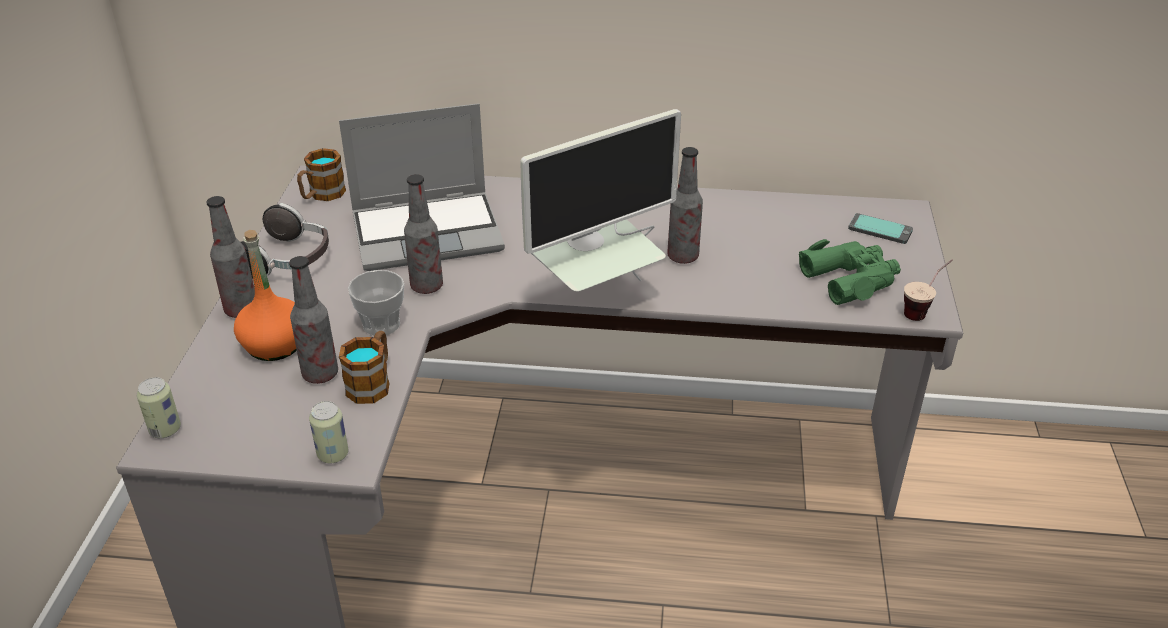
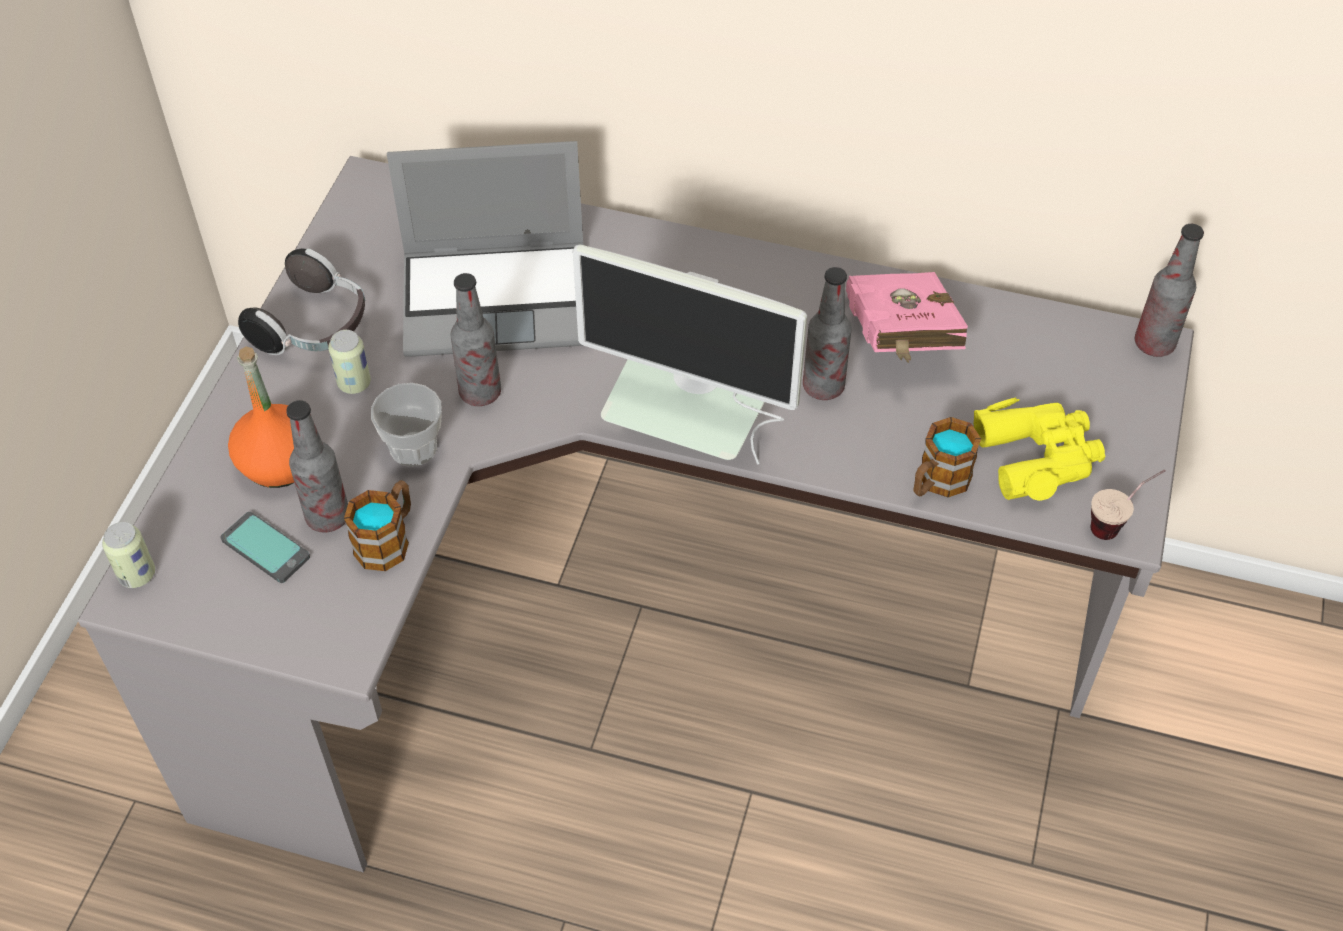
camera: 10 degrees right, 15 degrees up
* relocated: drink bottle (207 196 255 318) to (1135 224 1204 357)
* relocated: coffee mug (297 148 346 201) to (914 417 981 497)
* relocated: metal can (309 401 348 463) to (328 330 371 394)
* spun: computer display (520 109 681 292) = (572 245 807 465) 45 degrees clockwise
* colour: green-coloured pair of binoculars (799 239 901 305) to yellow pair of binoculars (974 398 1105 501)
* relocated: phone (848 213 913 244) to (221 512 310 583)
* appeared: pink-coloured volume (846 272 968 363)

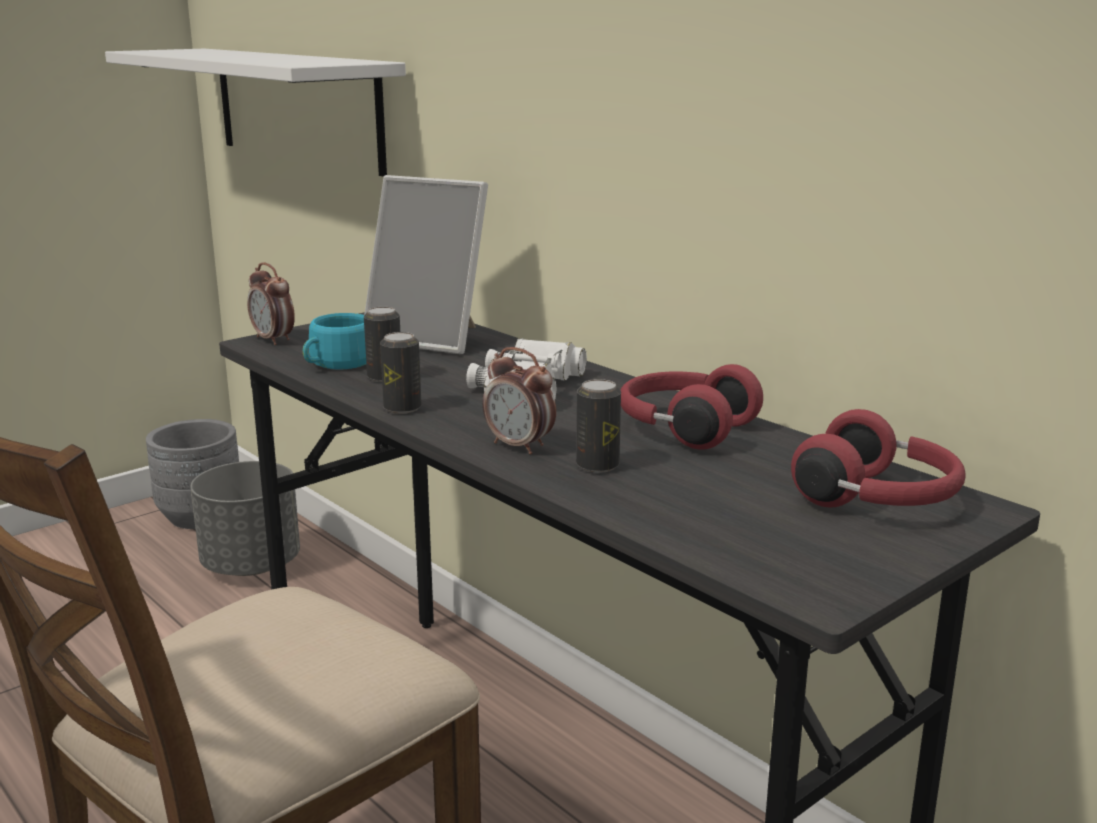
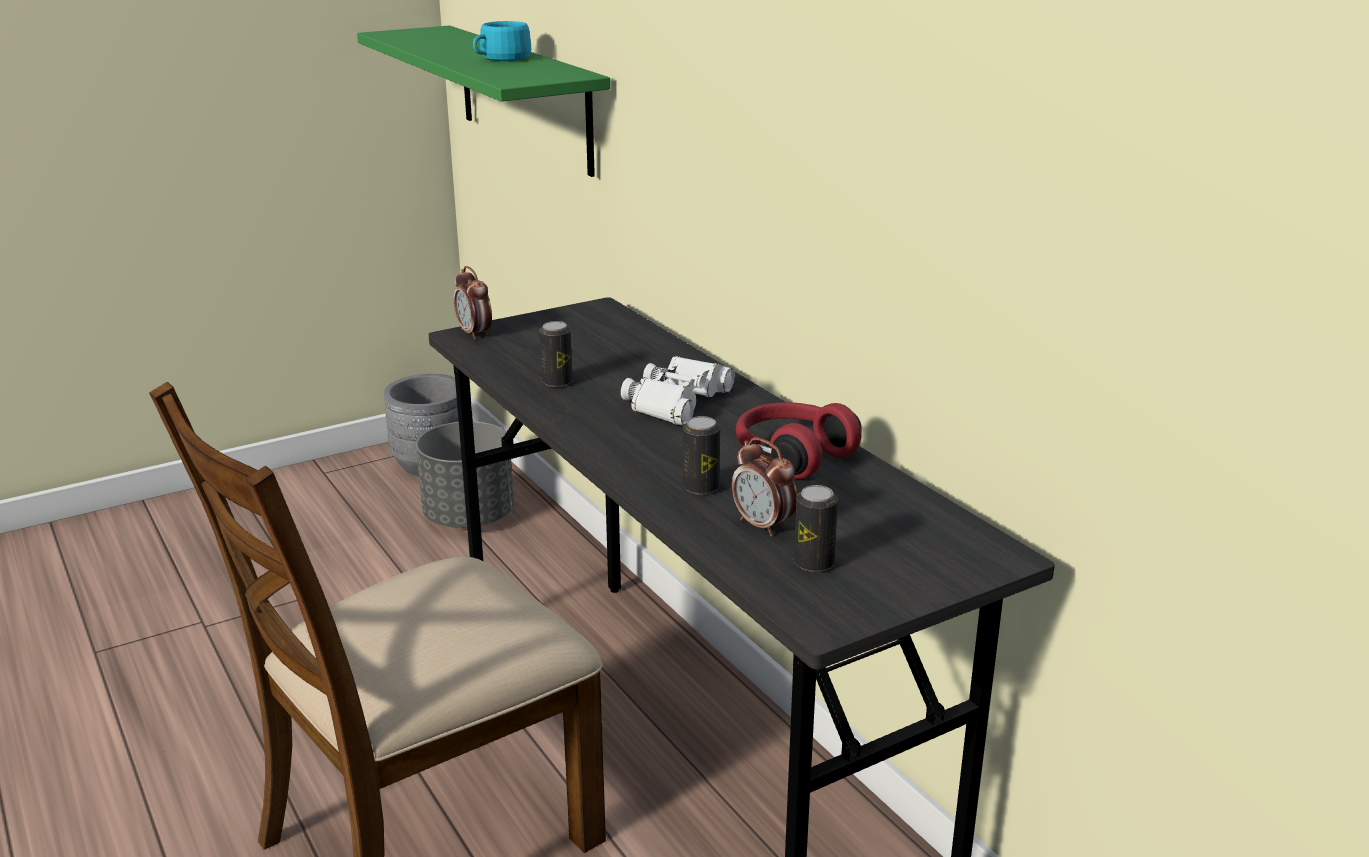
camera: 10 degrees right, 5 degrees up
* colour: whitish bracket shelf (105 49 406 177) to green-coloured bracket shelf (357 25 610 177)
* relocated: blue-green small cup (303 313 366 369) to (473 21 531 61)
* missing: picture frame (364 175 488 354)
* relocated: metal can (380 332 421 414) to (794 485 838 572)
* relocated: alarm clock (483 347 556 455) to (731 437 797 537)
* missing: red pair of headphones (791 409 966 508)

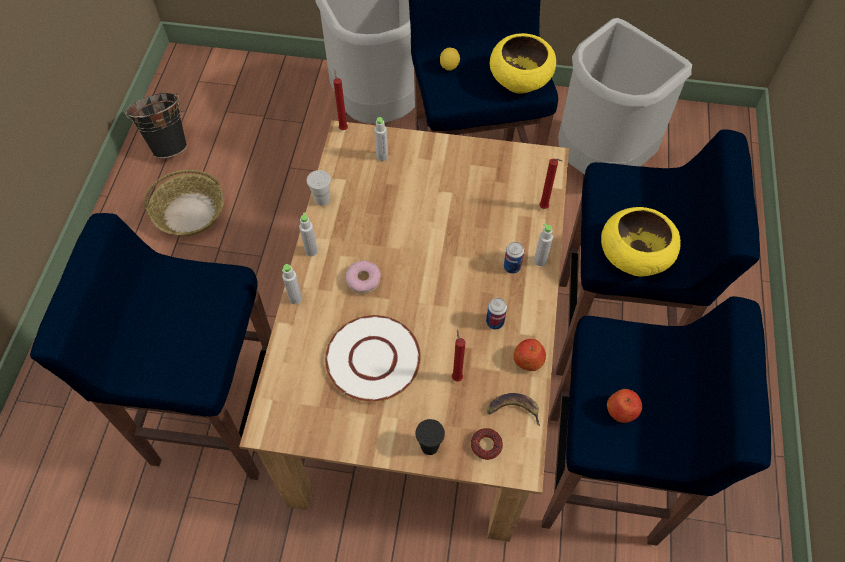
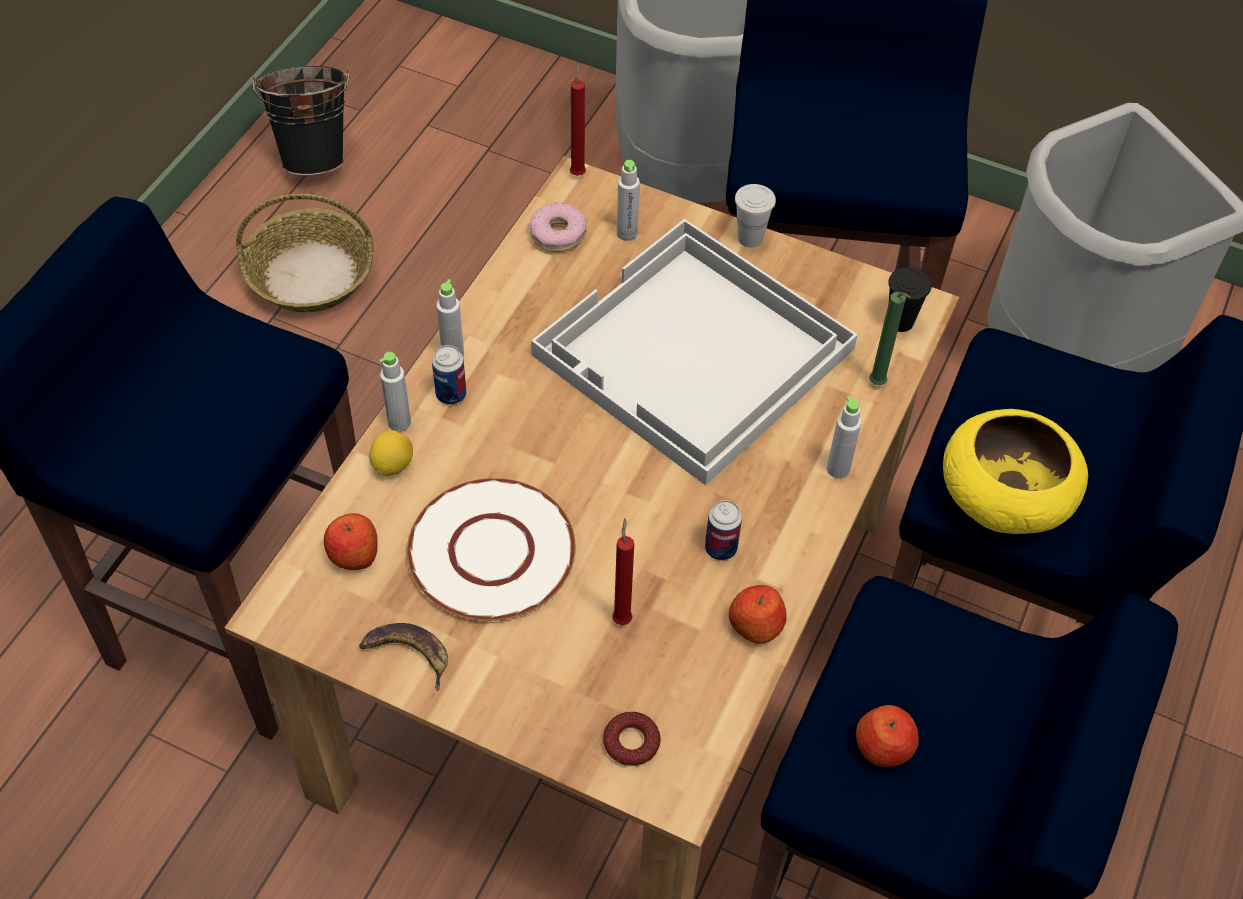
camera: 15 degrees right, 5 degrees down
* relocated: whitish small cup (307 170 331 206) to (735 184 776 248)
* relocated: donut (346 260 381 294) to (530 203 587 252)
* relocated: black small cup (415 419 445 455) to (888 267 932 332)
* relocated: lemon (440 48 460 71) to (369 430 413 476)
* relocated: banana (487 393 540 426) to (359 623 448 691)
* missing: yellow bowl (490 33 556 94)
* relocated: metal can (504 242 524 274) to (432 345 466 405)
* colour: red candle (539 159 562 209) to green-coloured candle (869 292 911 385)
* appeared: whole apple (324 513 378 570)
* appeared: whitish carrying tray (531 219 858 486)

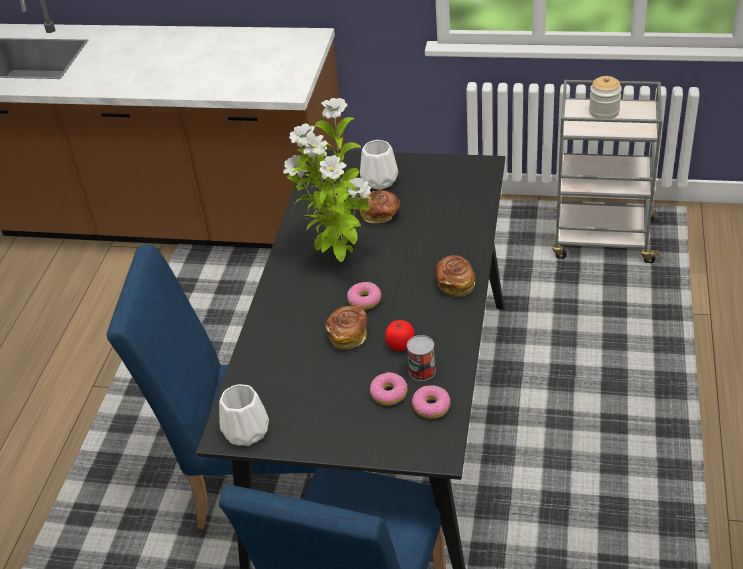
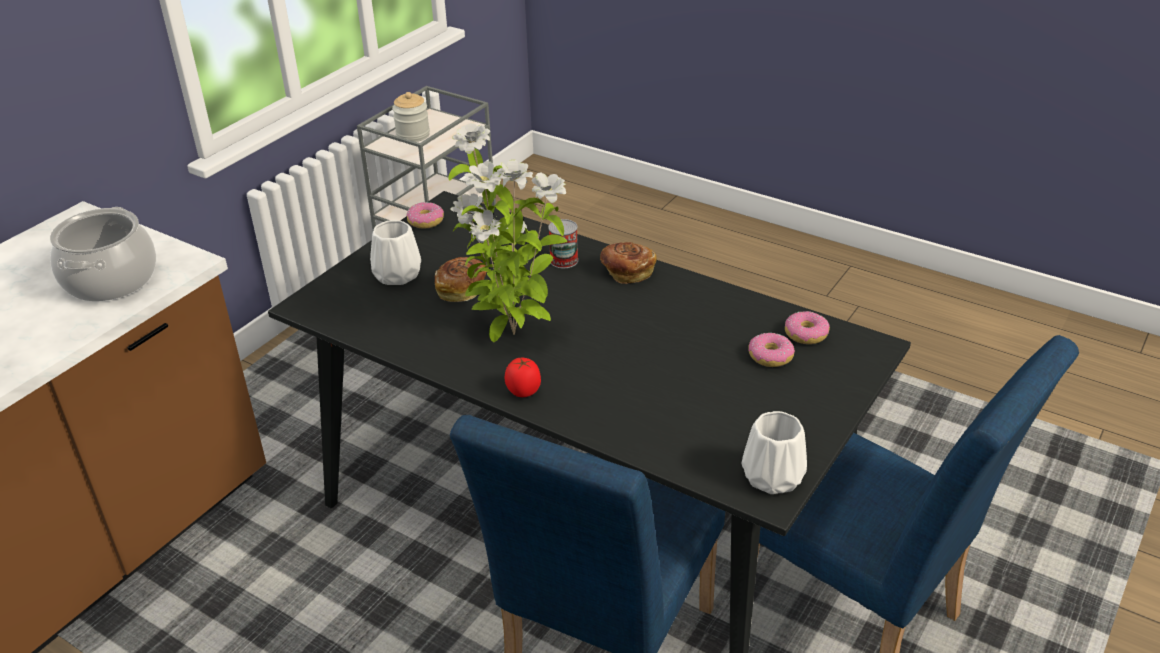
camera: 70 degrees left, 5 degrees down
* missing: bakery bread (326 306 367 350)
* relocated: donut (347 282 381 310) to (406 202 444 229)
* relocated: fresh tomato (385 320 414 351) to (504 358 541 397)
* relocated: metal can (407 335 436 381) to (548 219 578 268)
* appeared: saucepot (50 207 156 302)

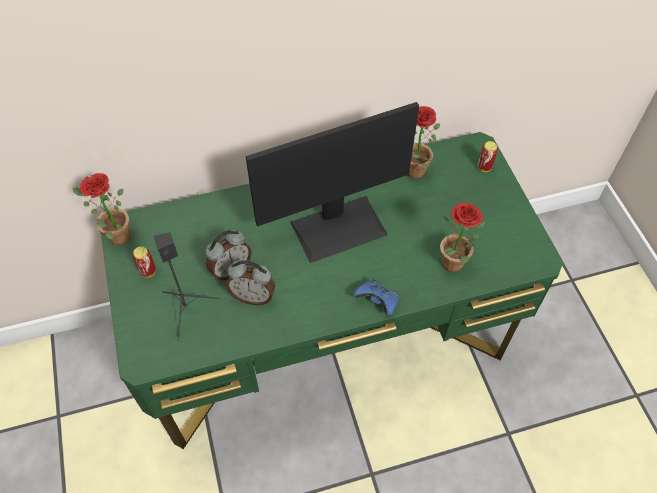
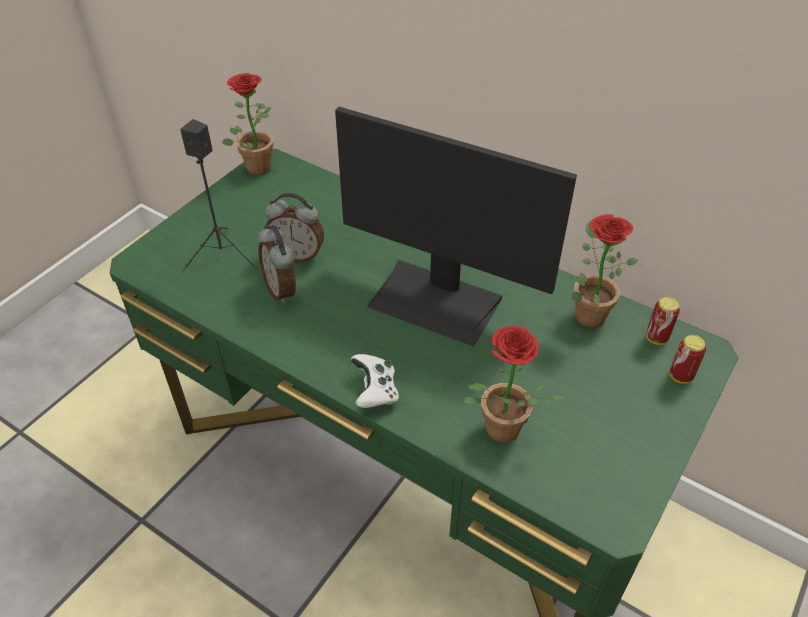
camera: 50 degrees right, 10 degrees down
* relocated: metal can (133 246 156 278) to (646 297 680 345)
* colour: blue-coloured joypad (354 279 398 316) to whitish joypad (351 354 399 408)

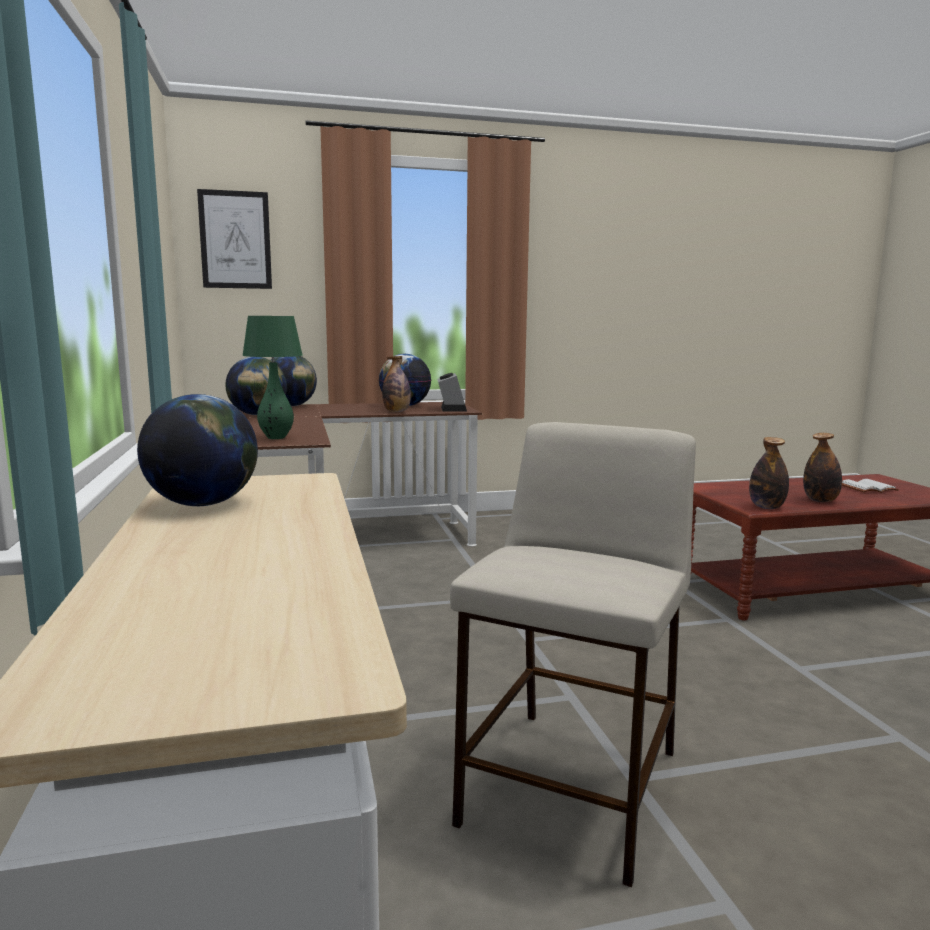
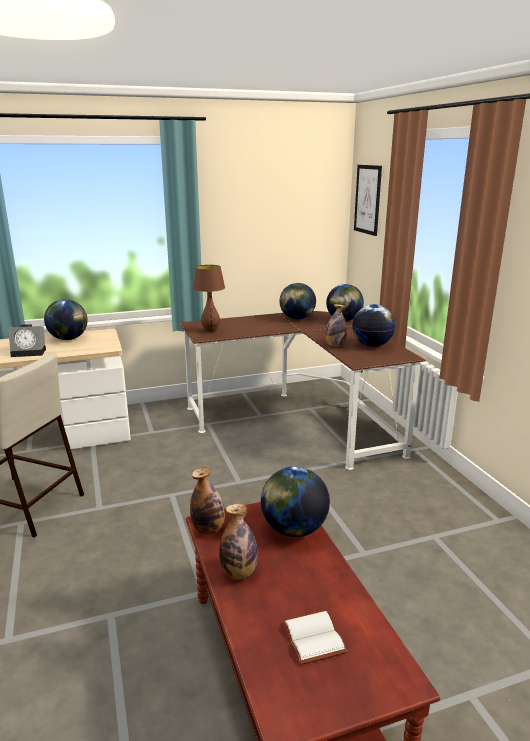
camera: 85 degrees right, 10 degrees up
* colour: green-coloured tabletop lamp (242 316 303 439) to brown tabletop lamp (193 265 225 333)
* relocated: alarm clock (437 373 467 411) to (8 324 46 357)
* appeared: globe (261 466 330 537)

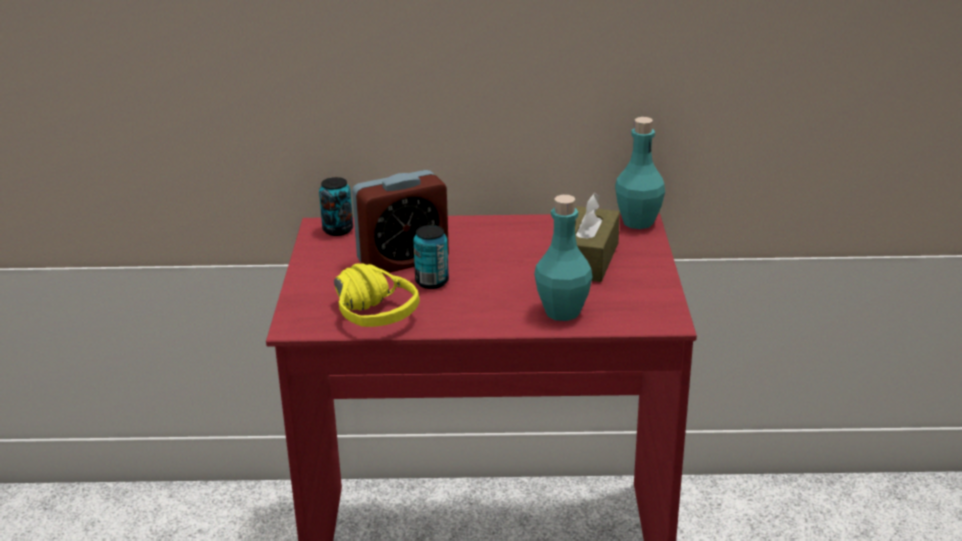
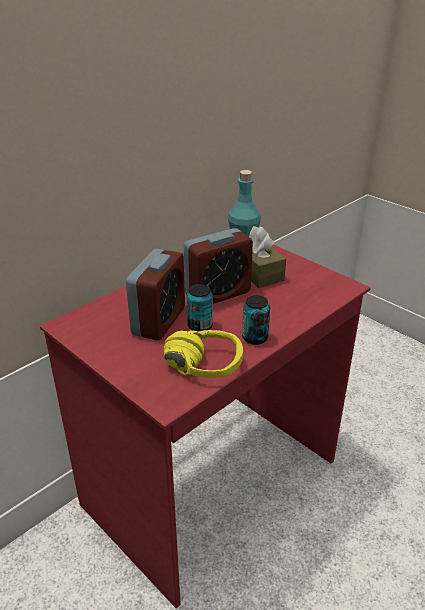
camera: 45 degrees left, 5 degrees up
* relocated: metal can (319 177 353 236) to (242 295 270 345)
* missing: blue-green drink bottle (534 195 593 321)
* appeared: alarm clock (184 228 253 304)

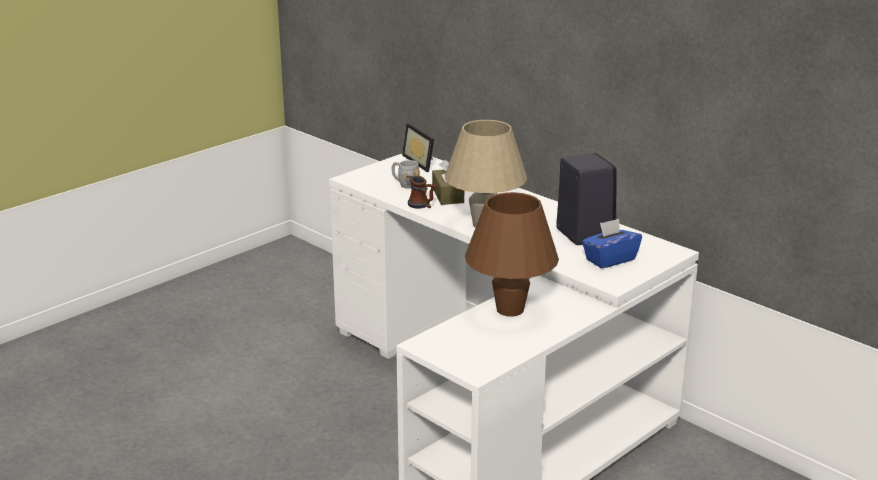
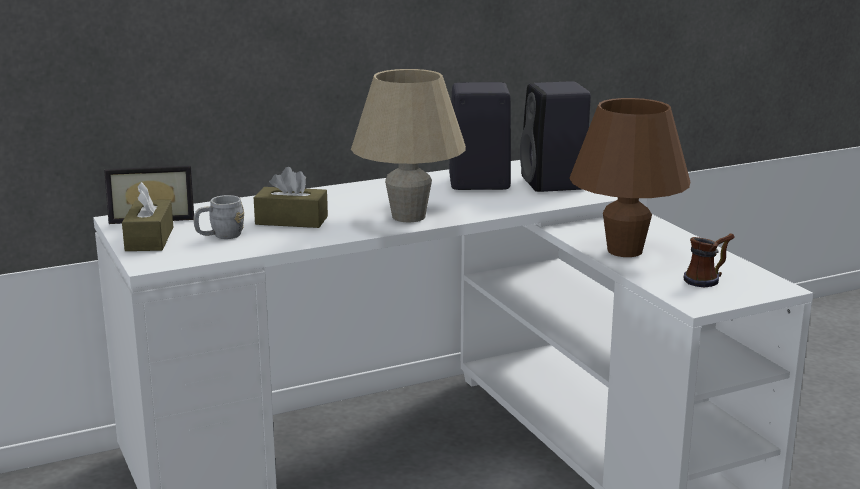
camera: 70 degrees left, 5 degrees down
* relocated: coffee mug (408 175 437 209) to (684 234 735 288)
* exchanged: blue-coloured box of tissues (582 219 642 269) to black audio speaker (520 81 591 192)
* appeared: brown box of tissues (122 182 173 251)

